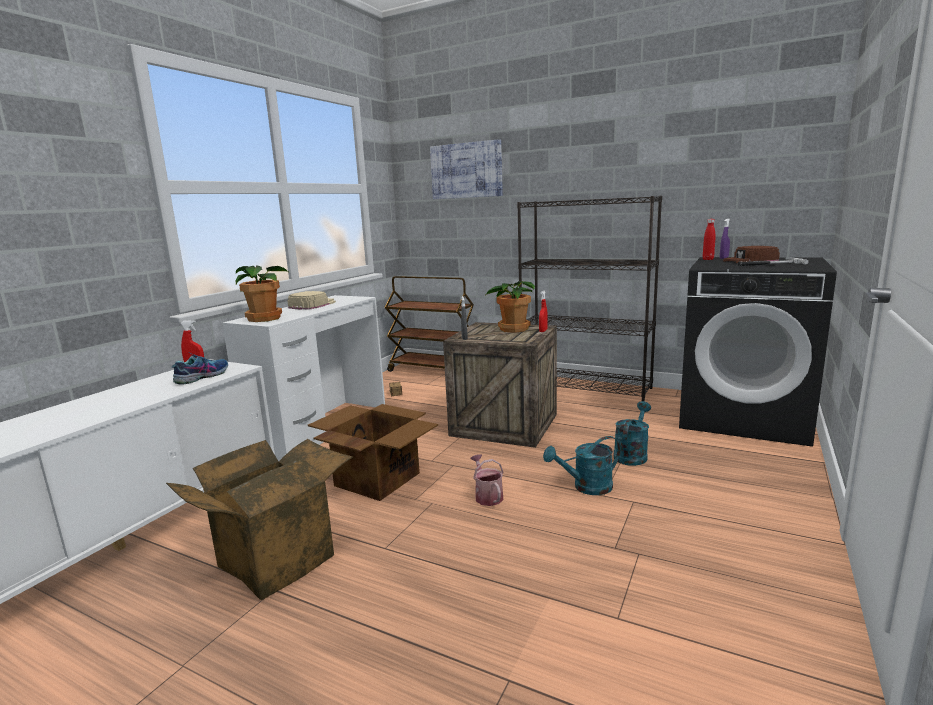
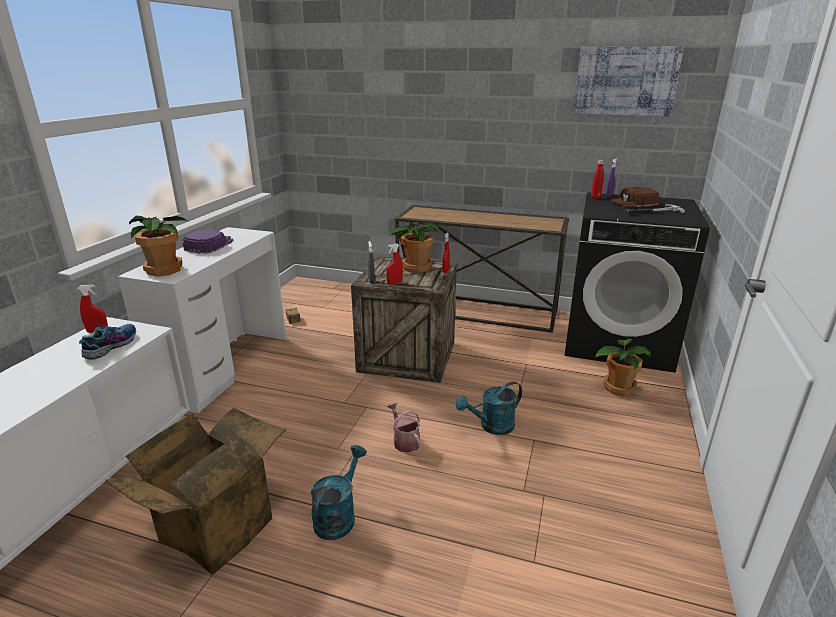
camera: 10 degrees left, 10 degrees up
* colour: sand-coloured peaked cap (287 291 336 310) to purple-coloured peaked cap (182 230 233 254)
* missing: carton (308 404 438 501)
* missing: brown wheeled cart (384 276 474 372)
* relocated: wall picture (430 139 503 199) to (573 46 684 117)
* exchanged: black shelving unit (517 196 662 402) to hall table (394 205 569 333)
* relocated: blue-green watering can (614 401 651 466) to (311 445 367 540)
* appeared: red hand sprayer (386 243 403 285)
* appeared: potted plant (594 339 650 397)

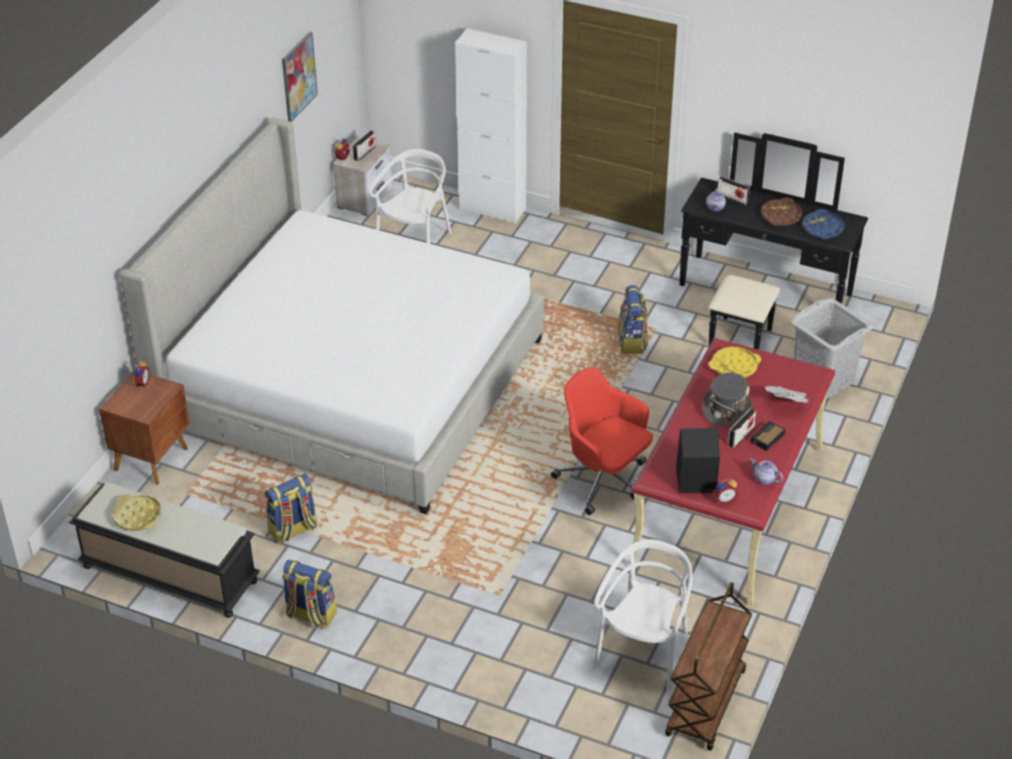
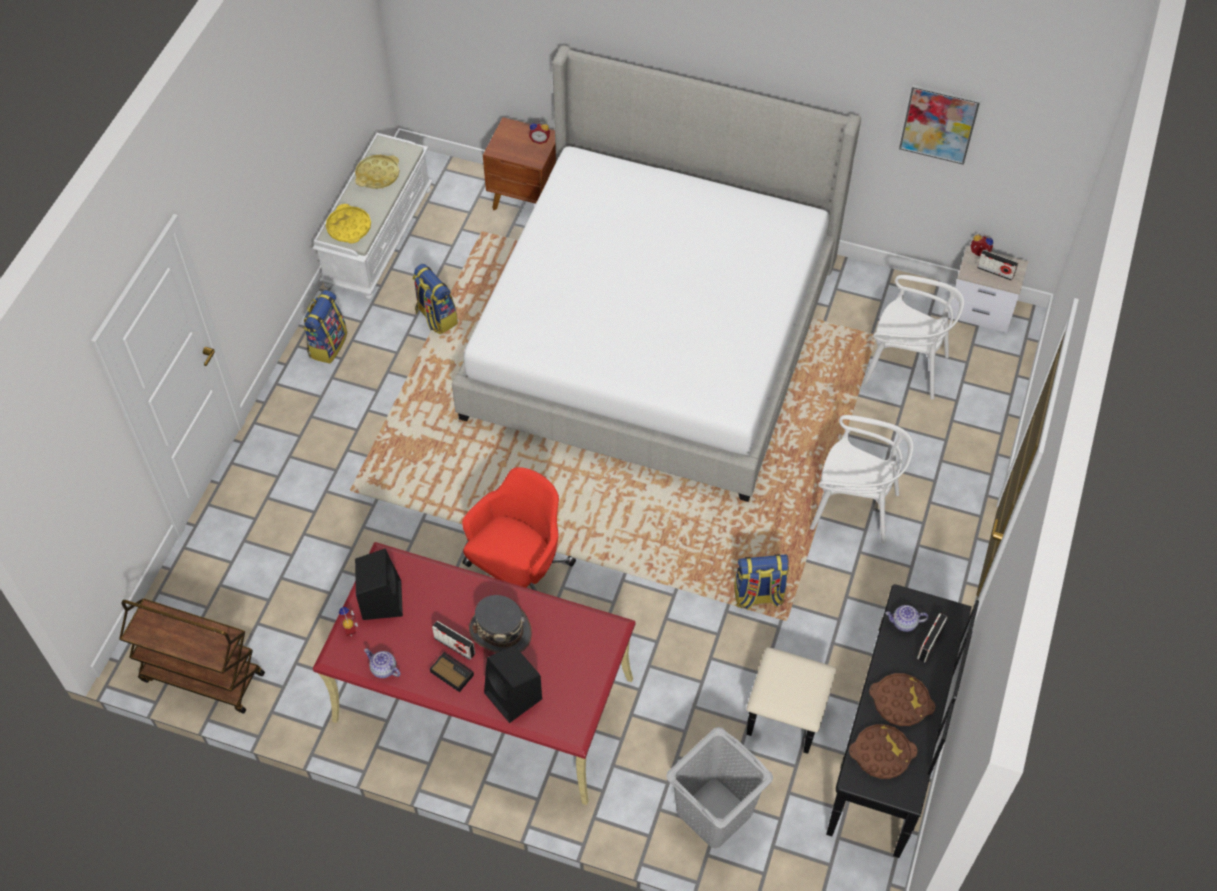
camera: 85 degrees right, 15 degrees up
* colour: black bench (69 482 260 618) to whitish bench (312 133 433 300)
* missing: whitish storage cabinet (455 28 527 224)
* relocated: whitish chair (594 539 693 690) to (810 415 913 543)
* relocated: yellow carrying tray (709 347 761 378) to (326 204 371 243)
* spun: pot for tea (750 458 783 485) = (364 649 401 678) 90 degrees counterclockwise
* exchanged: daily paper (765 386 809 403) to black audio speaker (484 645 542 723)
* colour: blue-coloured carrying tray (802 209 844 239) to brown carrying tray (849 724 917 779)

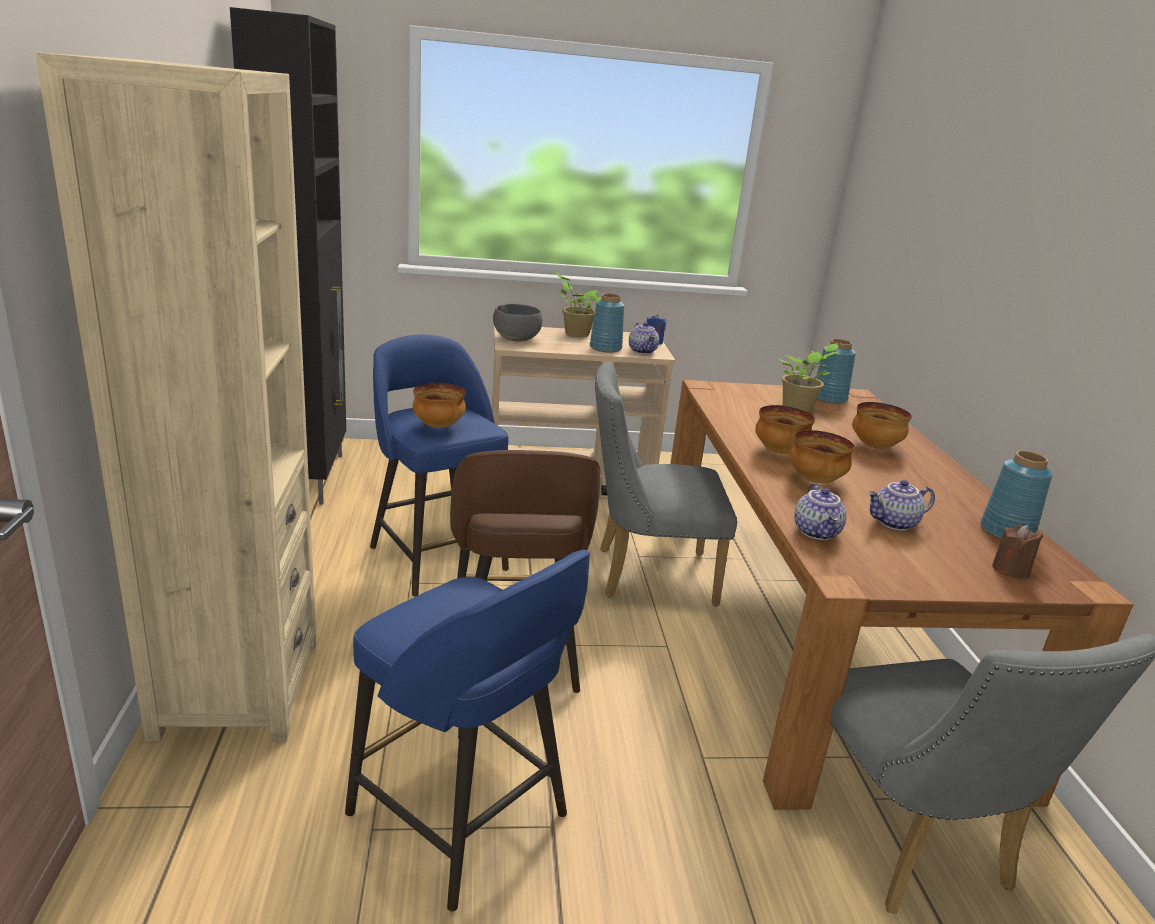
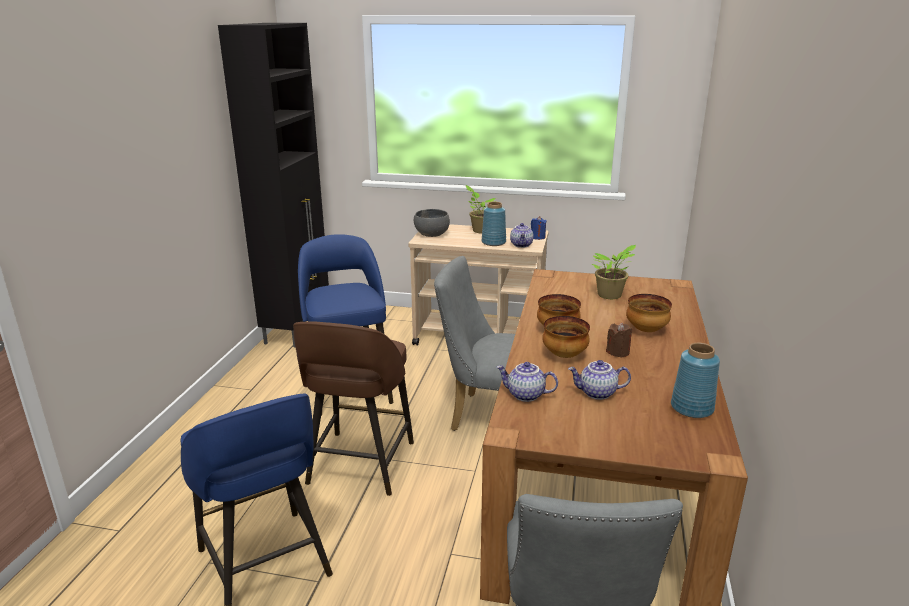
camera: 20 degrees right, 0 degrees up
* missing: sand-coloured shelving unit (36 52 317 741)
* missing: bowl (412 383 466 428)
* spun: pot for tea (794 483 847 540) = (497 362 558 402) 90 degrees clockwise
* missing: blue-coloured decorative vase (816 339 856 404)
* relocated: brown candle (992 525 1043 579) to (606 323 632 358)

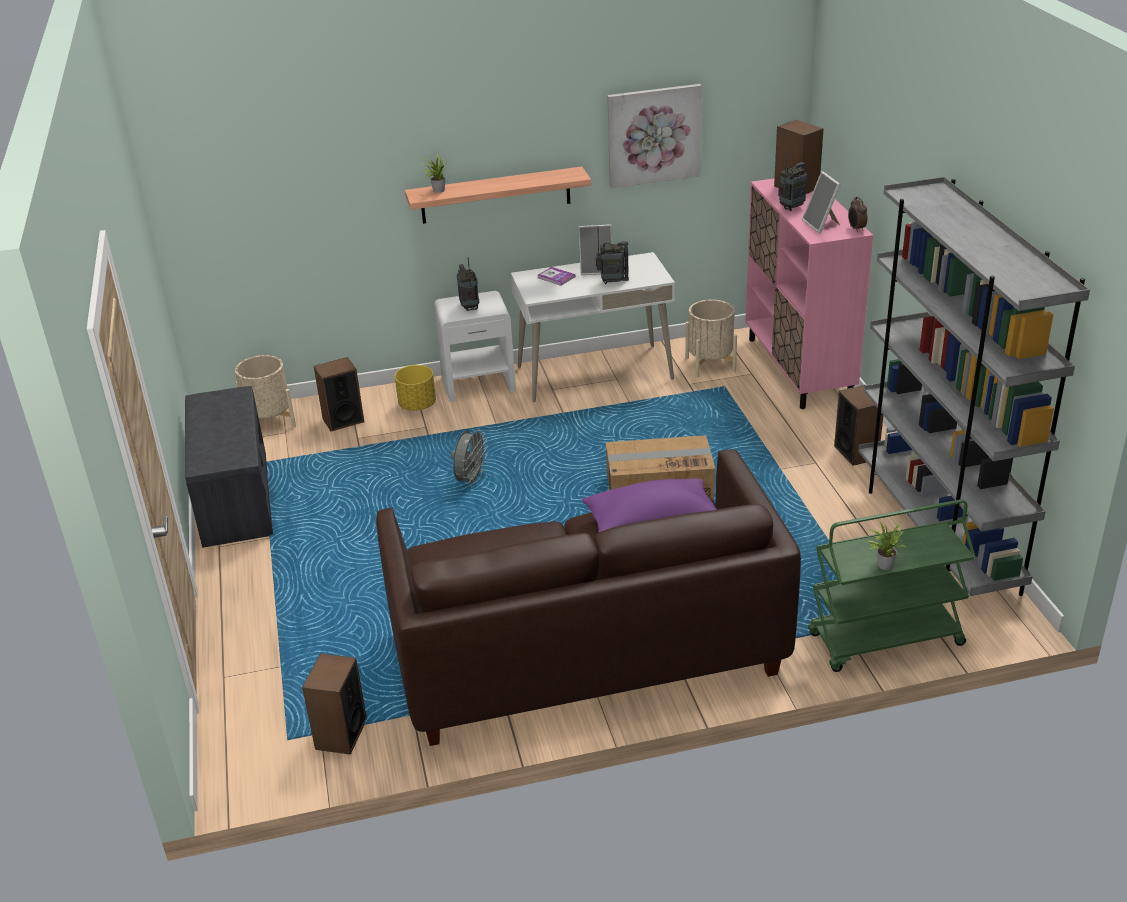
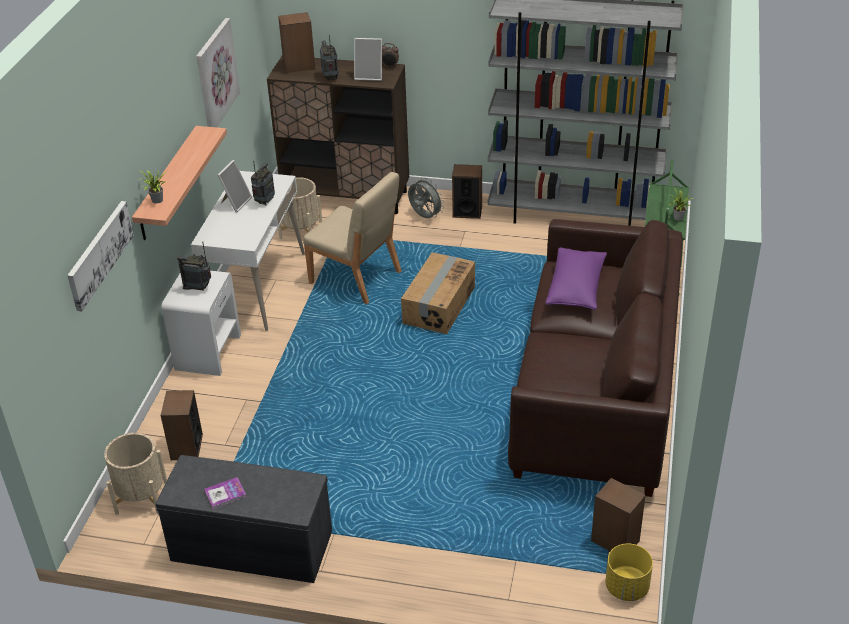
camera: 65 degrees left, 5 degrees up
* relocated: yellow plant pot (395 365 436 411) to (605 544 653 601)
* relocated: greyish electric fan (451 428 488 487) to (408 177 444 218)
* relocated: volume (538 267 575 286) to (204 477 247 509)
* colour: pink-coloured storage cabinet (745 178 873 409) to brown storage cabinet (267 55 409 214)
* appeared: wall picture (67 201 134 311)
* appeared: sand-coloured chair (303 172 401 304)

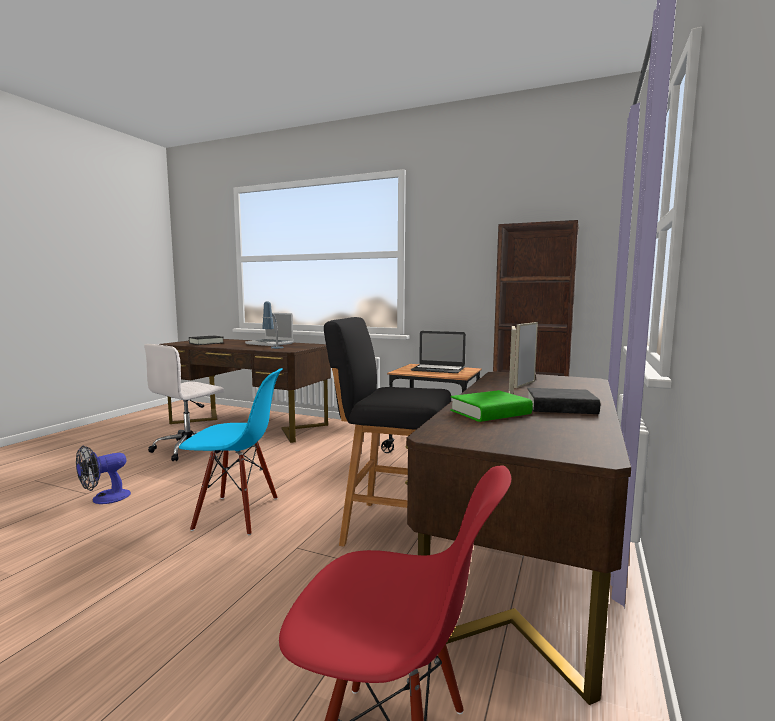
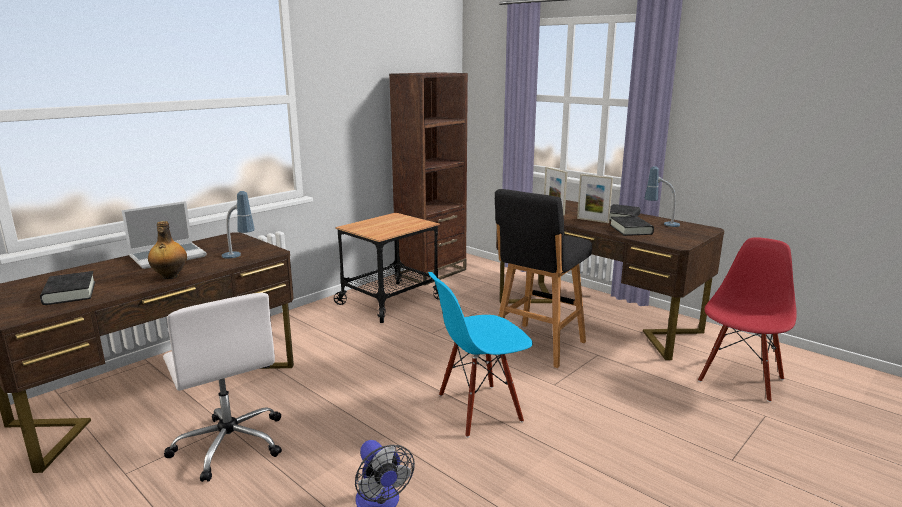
camera: 70 degrees left, 10 degrees up
* spun: blue-coloured chair (179 368 283 535) = (428 272 533 438) 135 degrees counterclockwise
* missing: portable computer (411 331 466 373)
* colour: green-coloured volume (450 390 533 422) to black volume (610 216 654 236)
* appeared: drink bottle (148 221 187 280)
* appeared: tabletop lamp (644 166 680 227)

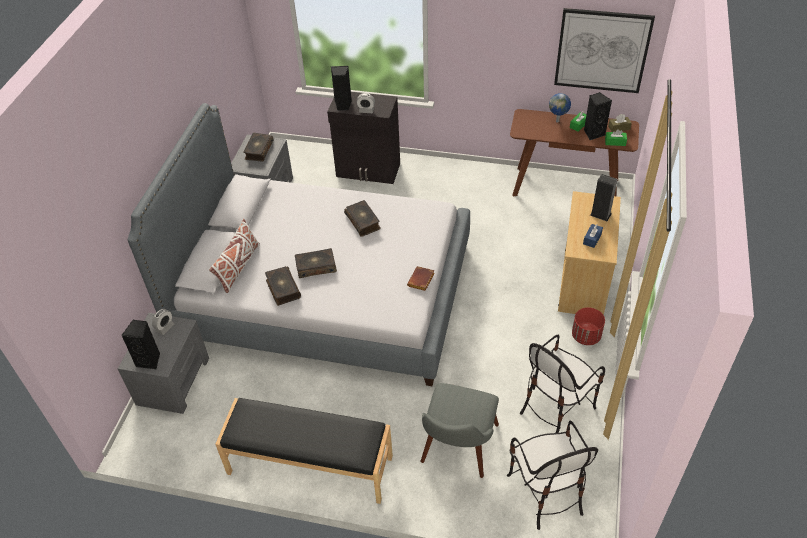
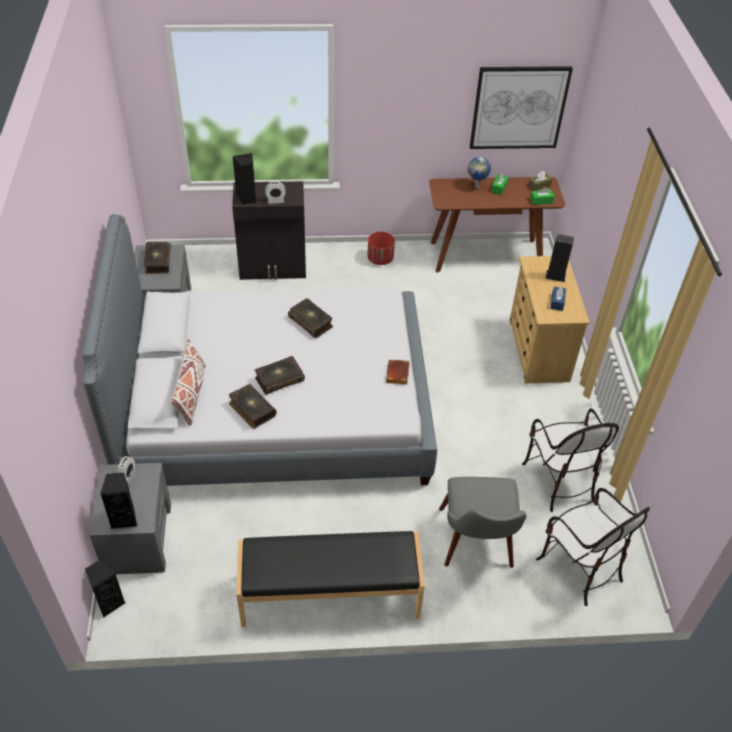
camera: 20 degrees left, 0 degrees up
* spun: chair (520 335 605 433) = (522 408 619 512) 45 degrees counterclockwise
* relocated: red plant pot (572 307 605 345) to (367 232 395 265)
* relocated: black audio speaker (584 92 612 140) to (85 560 125 618)

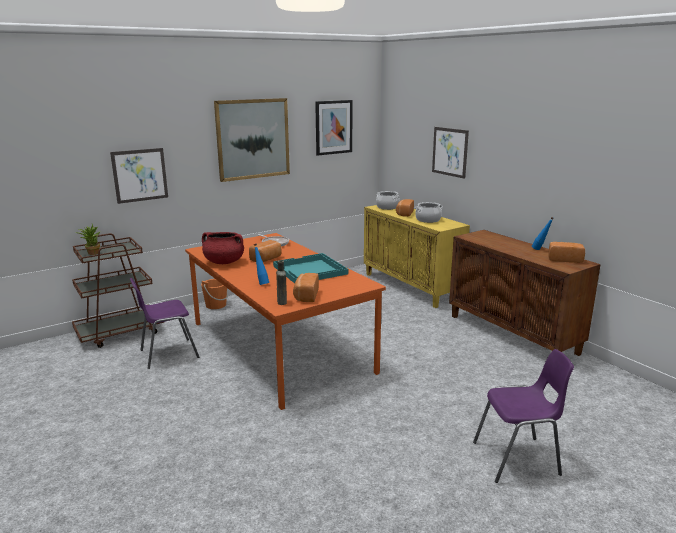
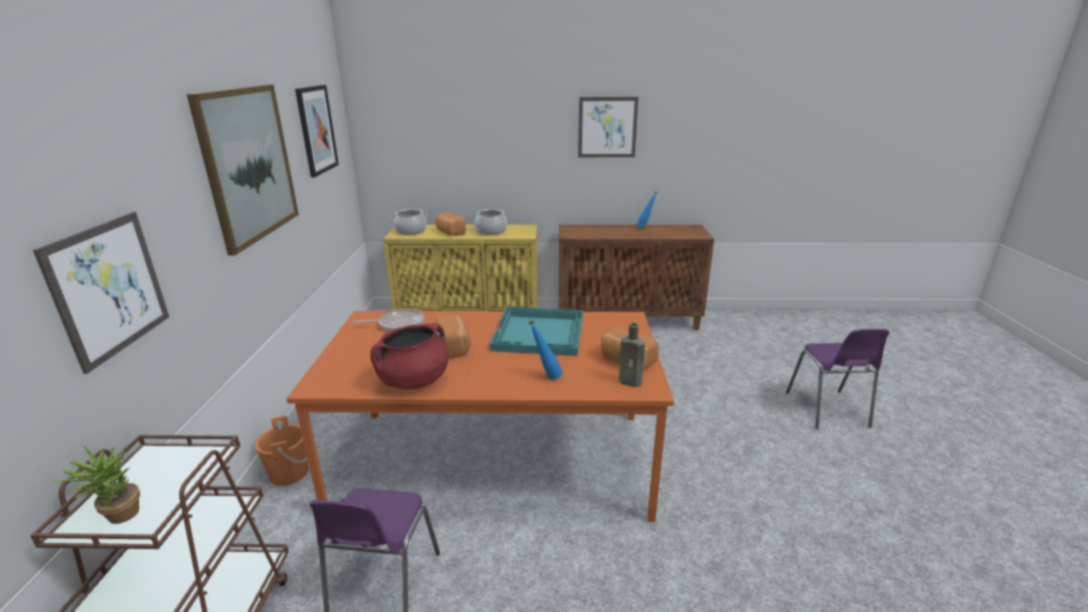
camera: 55 degrees left, 5 degrees up
* relocated: wall picture (432 127 469 179) to (578 97 639 157)
* spun: purple-coloured chair (473 349 574 483) = (786 329 889 429) 150 degrees clockwise
* missing: bakery bread (548 242 585 263)

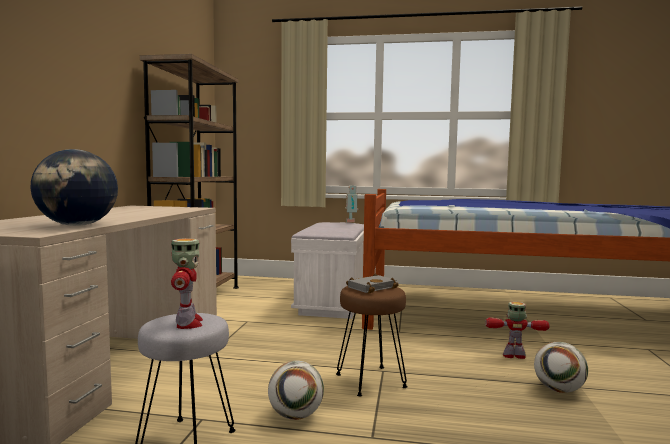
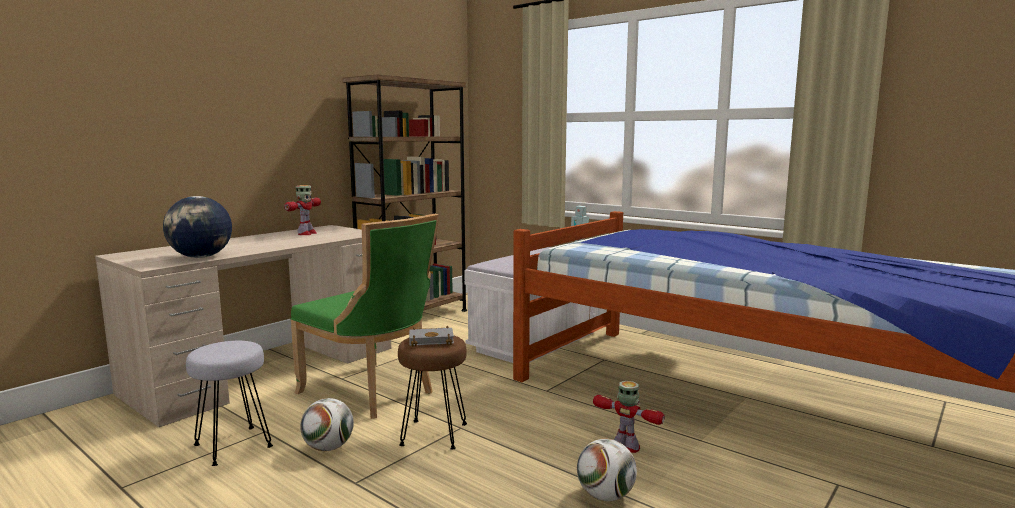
camera: 30 degrees right, 5 degrees up
* relocated: model robot (171 238 203 329) to (284 185 321 235)
* appeared: green-coloured chair (290 214 439 419)

